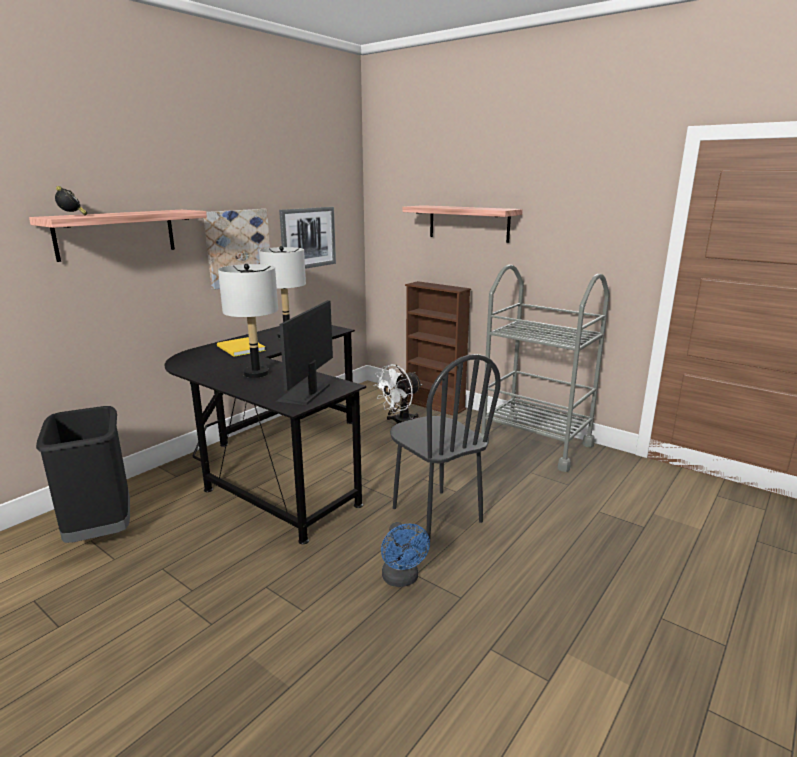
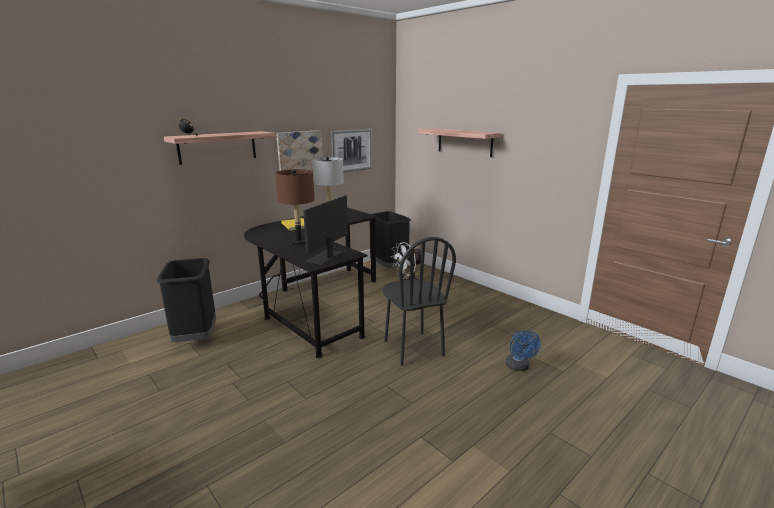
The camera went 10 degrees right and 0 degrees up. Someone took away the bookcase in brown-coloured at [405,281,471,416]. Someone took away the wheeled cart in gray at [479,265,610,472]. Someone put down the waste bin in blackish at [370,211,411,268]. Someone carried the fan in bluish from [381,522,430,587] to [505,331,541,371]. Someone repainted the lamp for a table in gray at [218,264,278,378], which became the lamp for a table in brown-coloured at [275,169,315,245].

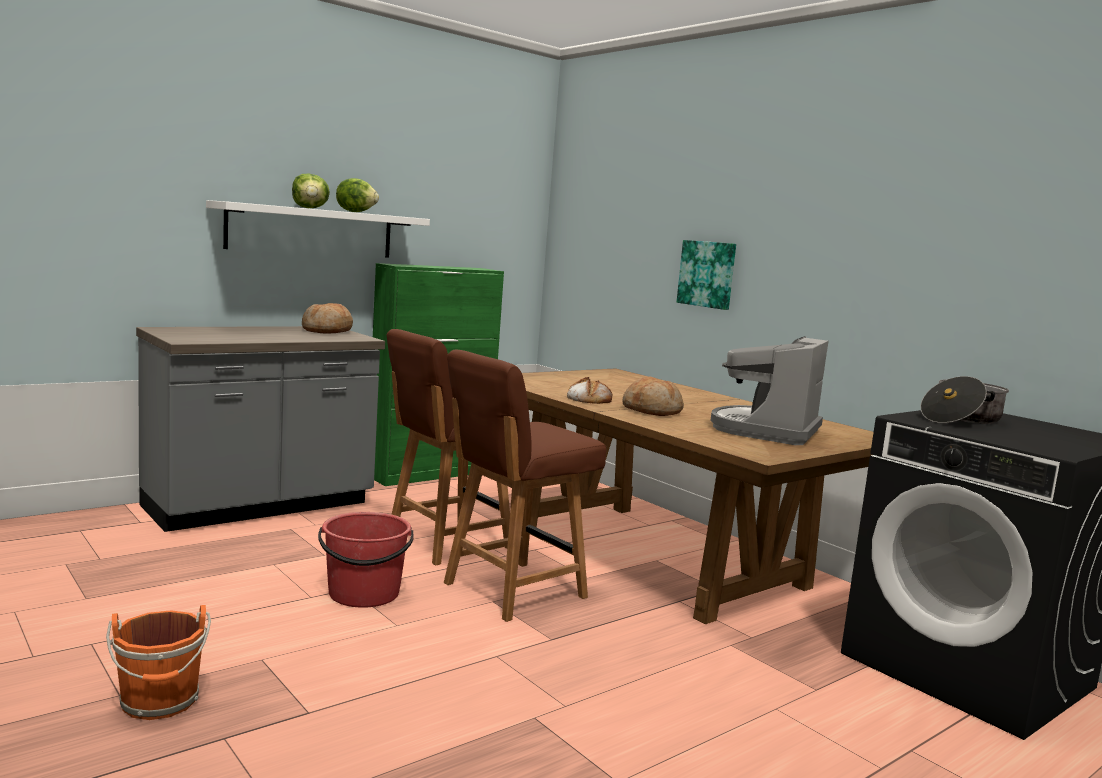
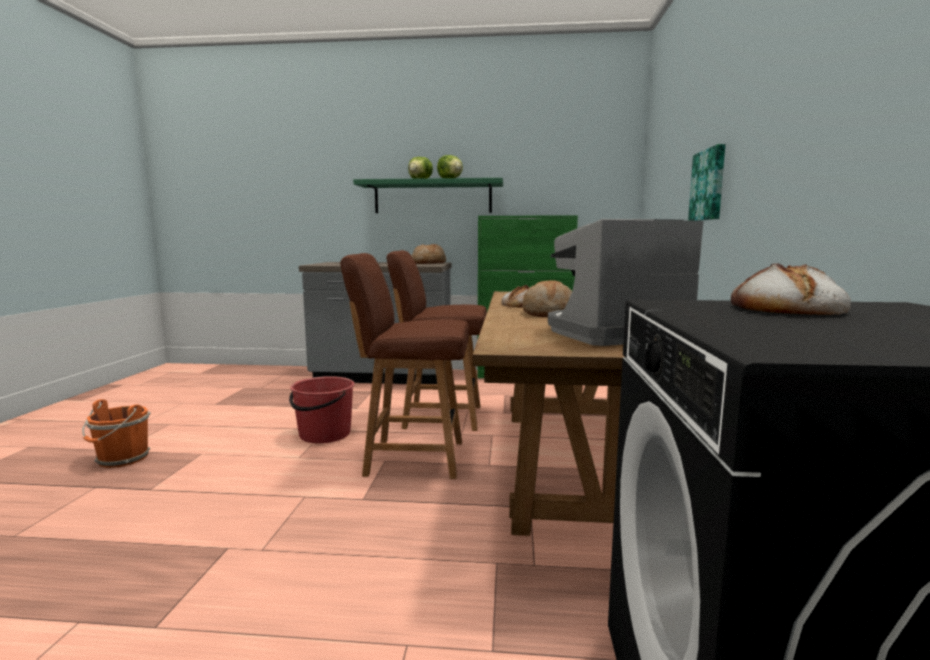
The camera went 45 degrees right and 0 degrees up. Someone swapped the saucepot at [920,376,1009,424] for the baked bread at [731,263,851,315]. Someone repainted the bracket shelf in white at [206,200,430,258], which became the bracket shelf in green at [353,178,503,213].

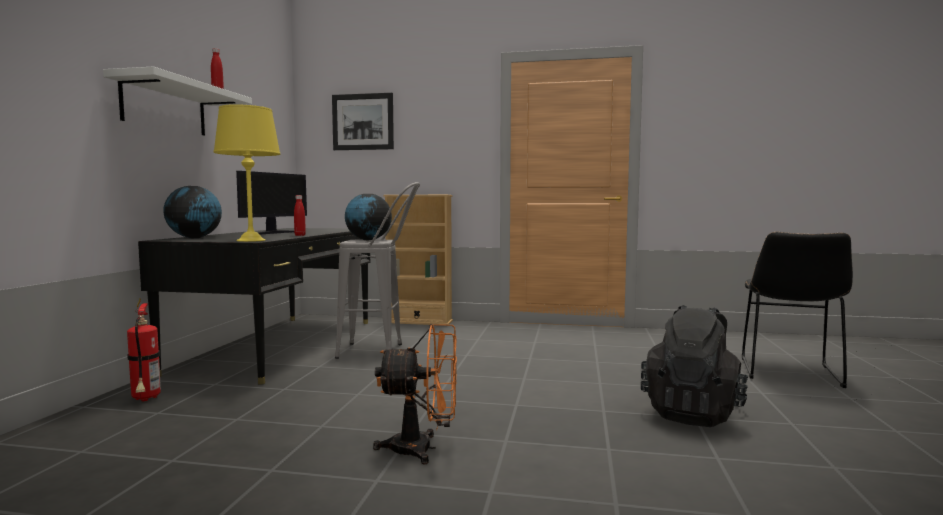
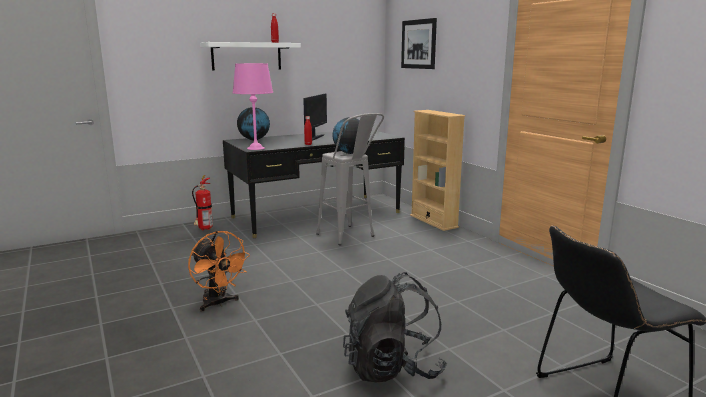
The camera went 50 degrees right and 10 degrees up. Someone repainted the lamp for a table in yellow at [214,104,280,242], which became the lamp for a table in pink at [233,63,273,150]. Someone rotated the computer screen at [236,171,307,235] by 60 degrees counterclockwise.

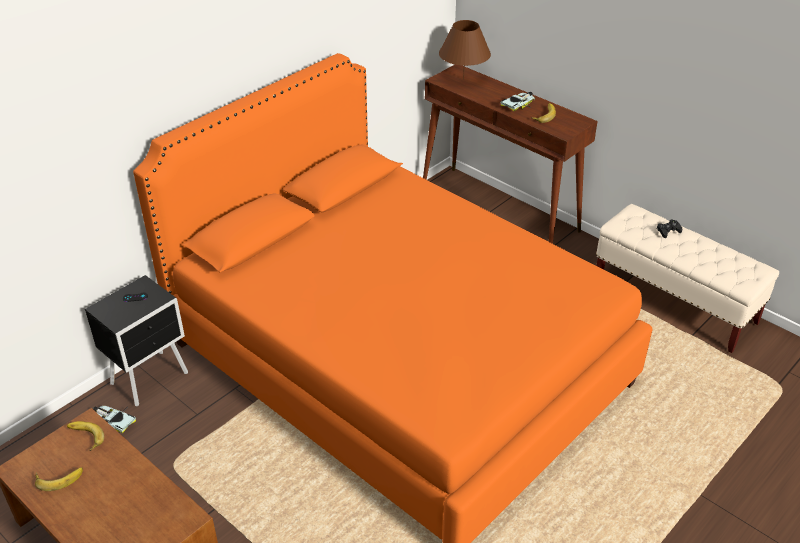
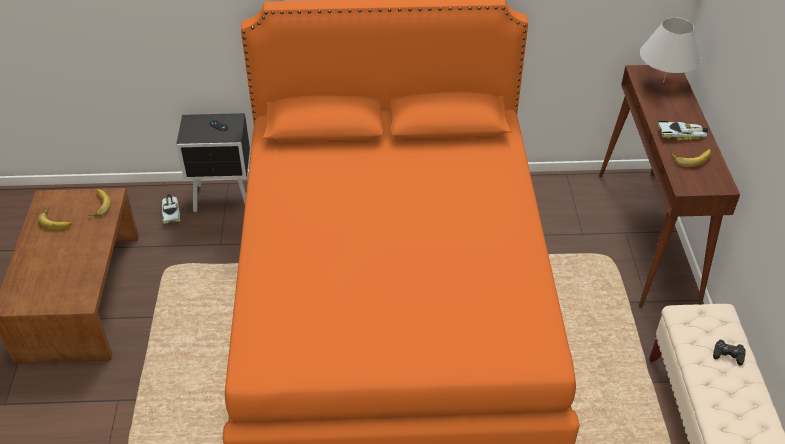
The camera went 45 degrees right and 5 degrees up. Someone repainted the lamp for a table in brown-coloured at [439,20,491,79], which became the lamp for a table in white at [640,17,701,83].

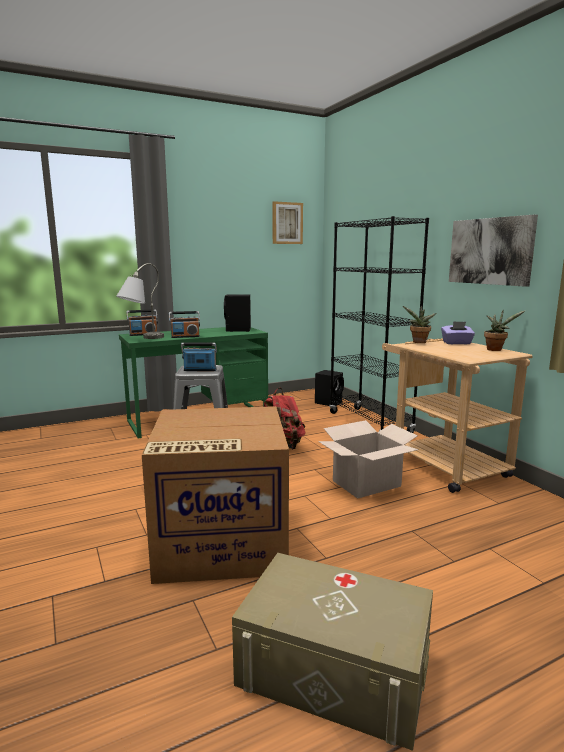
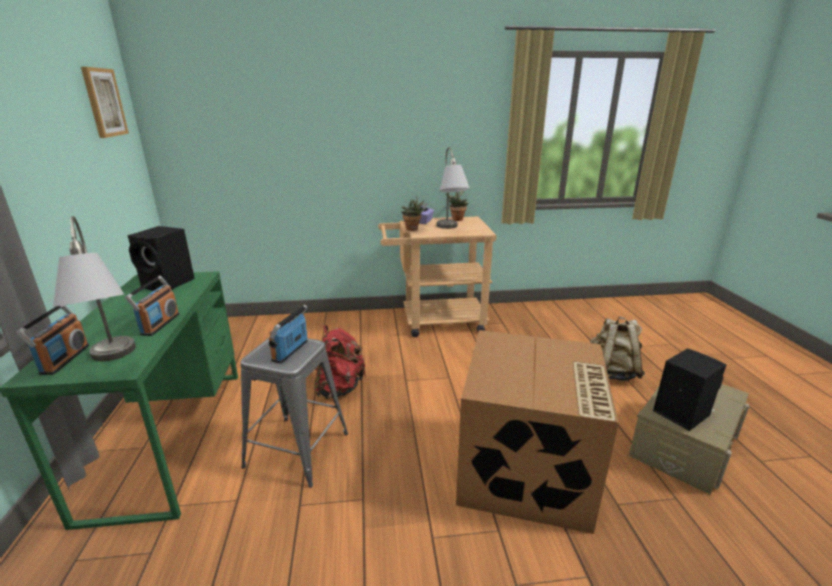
The camera went 70 degrees left and 10 degrees up. Someone took away the cardboard box at [318,420,419,499]. Someone took away the bookcase in blackish at [329,216,429,433]. Someone took away the wall picture at [449,214,538,287]. Someone put down the lamp for a table in gray at [437,147,470,229]. Someone put down the knapsack in sand-coloured at [590,317,645,381]. Someone carried the audio speaker in blackish from [315,370,344,406] to [653,348,726,431].

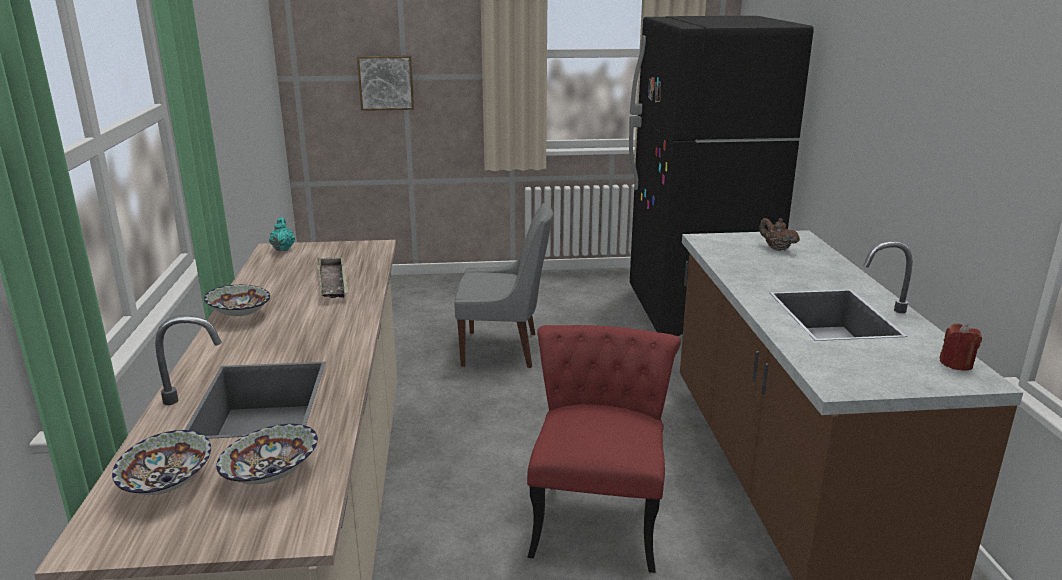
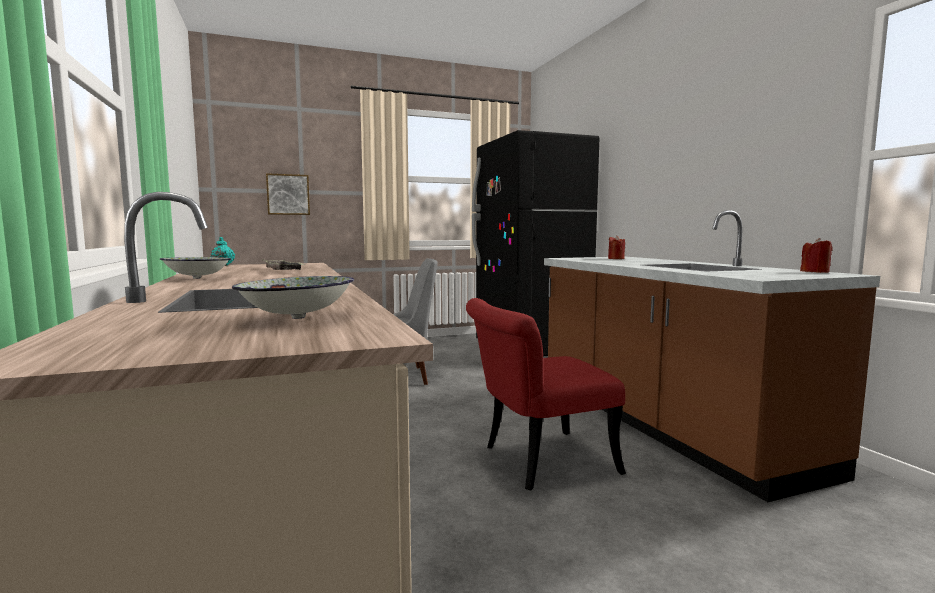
The camera went 15 degrees left and 15 degrees down. Someone took away the bowl at [112,430,211,495]. Someone swapped the teapot in brown-coloured at [759,218,800,251] for the candle in reddish at [608,235,625,259]. Someone rotated the chair in reddish at [527,325,681,573] by 105 degrees counterclockwise.

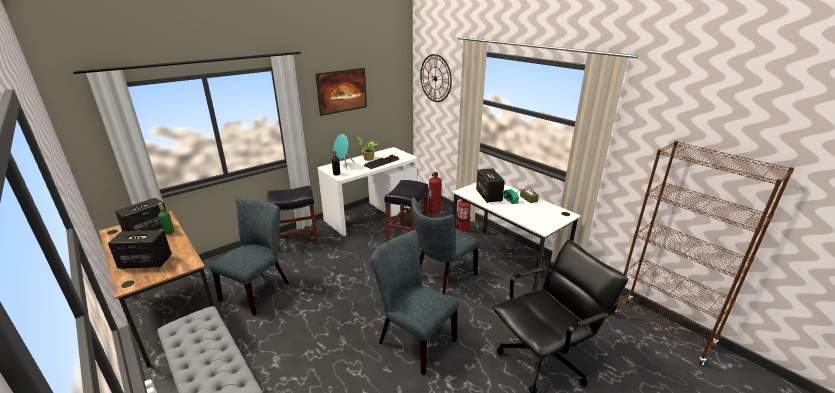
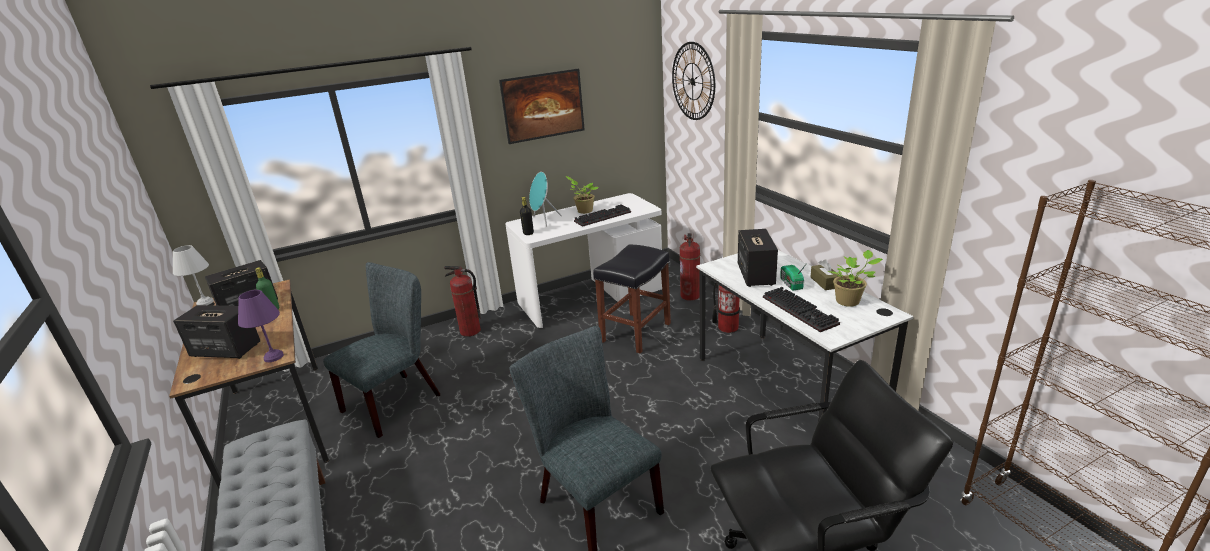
The camera went 15 degrees right and 0 degrees up. Someone took away the chair in gray at [411,197,480,294]. Someone put down the lamp for a table in white at [173,245,214,305]. Someone put down the lamp for a table in purple at [238,290,284,362]. Someone put down the computer keyboard at [763,287,840,332]. Someone put down the houseplant at [828,250,883,307]. Someone swapped the sitting stool in blackish at [267,186,318,252] for the extinguisher at [444,266,481,337].

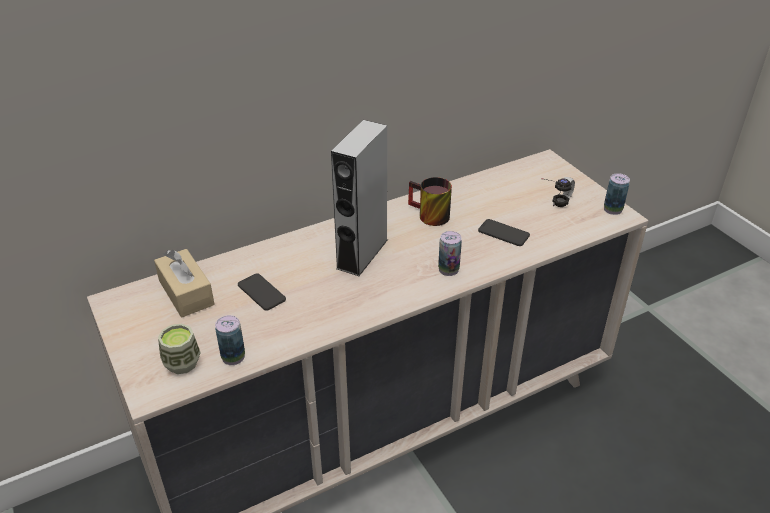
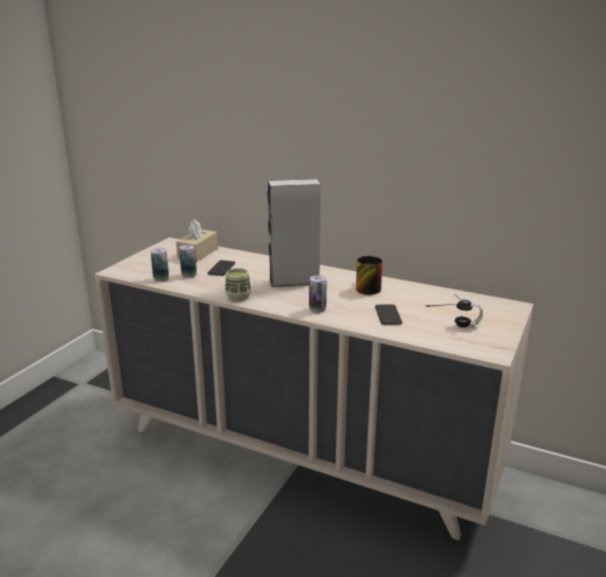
The camera went 55 degrees right and 15 degrees down. Someone carried the cup from [158,324,201,374] to [225,268,251,301]. Someone carried the can from [604,173,630,215] to [179,245,197,278].

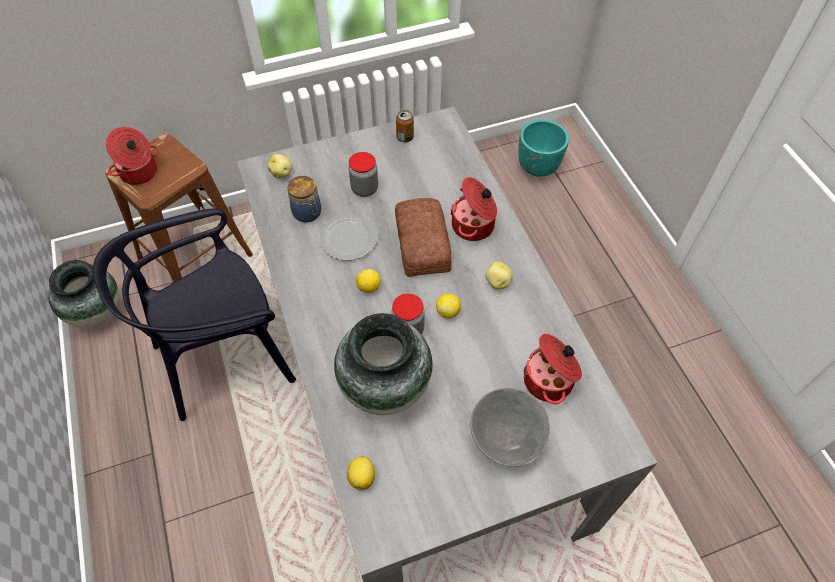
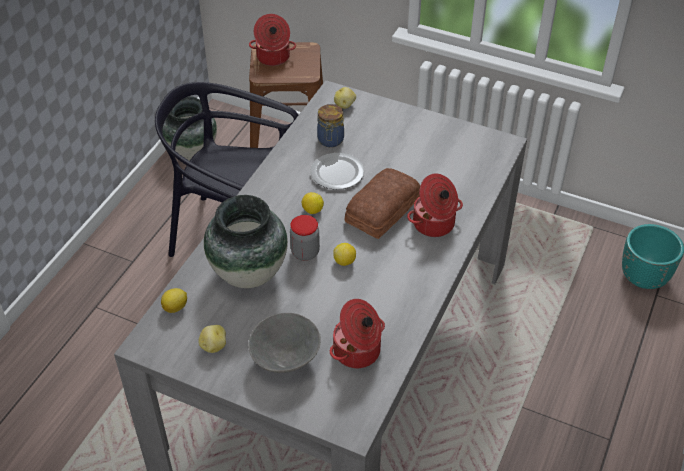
The camera went 45 degrees right and 10 degrees down. Someone took away the jar at [349,152,378,197]. Someone took away the can at [396,110,414,142]. Someone carried the spud from [485,262,513,289] to [198,325,226,353].

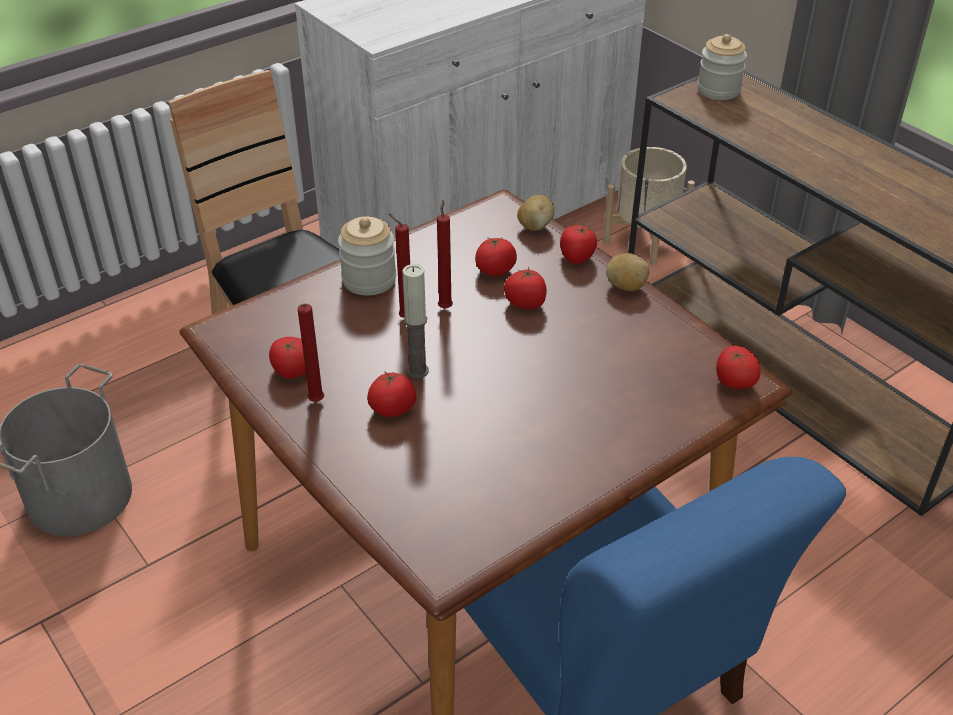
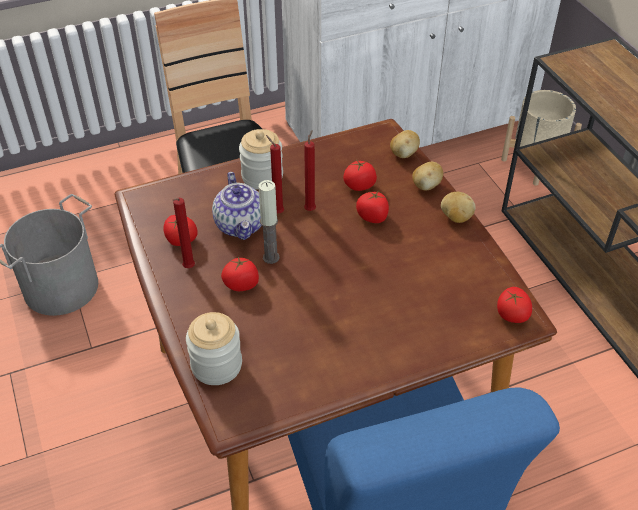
The camera went 15 degrees right and 5 degrees up. Someone put down the teapot at [212,172,262,240]. Someone carried the jar from [697,34,747,100] to [186,312,242,385]. Someone swapped the tomato at [560,225,597,264] for the spud at [412,162,443,191].

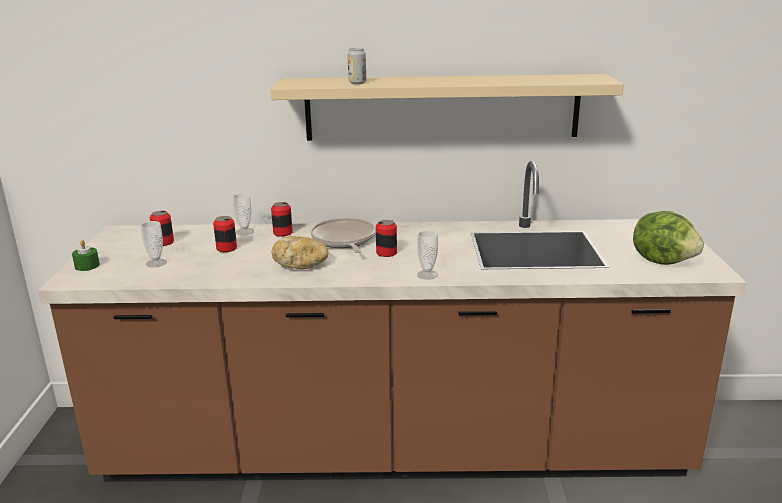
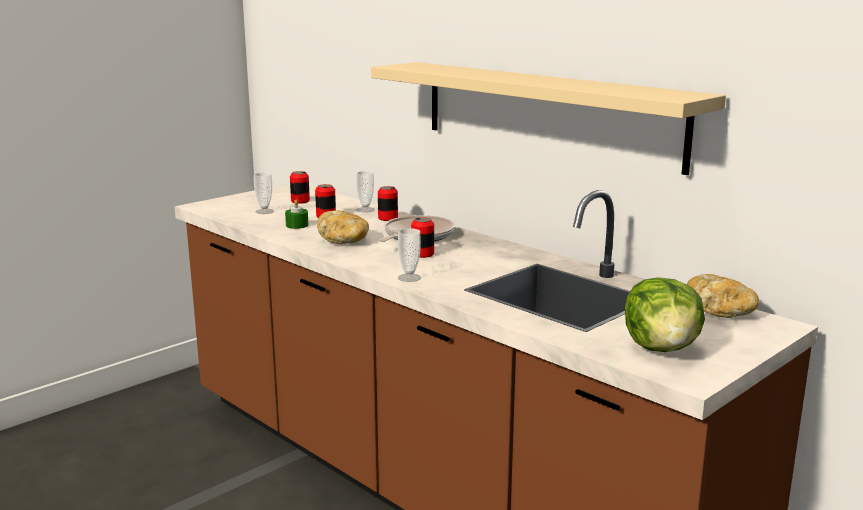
The camera went 45 degrees right and 5 degrees down. Someone took away the can at [347,48,366,84]. Someone put down the baked bread at [686,274,759,318]. Someone carried the candle in green from [72,240,100,271] to [285,200,308,229].

